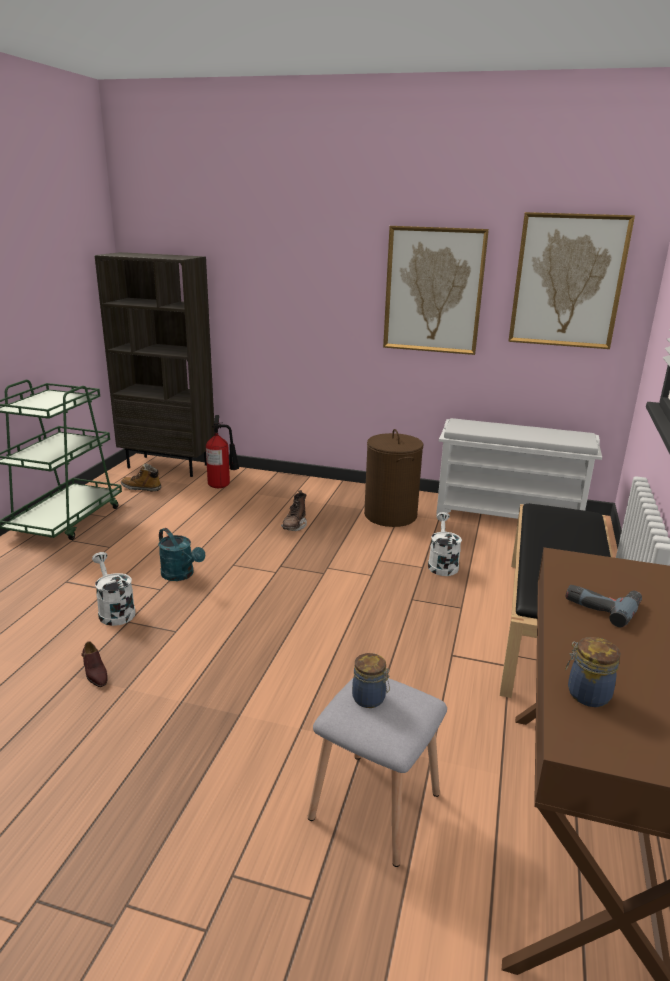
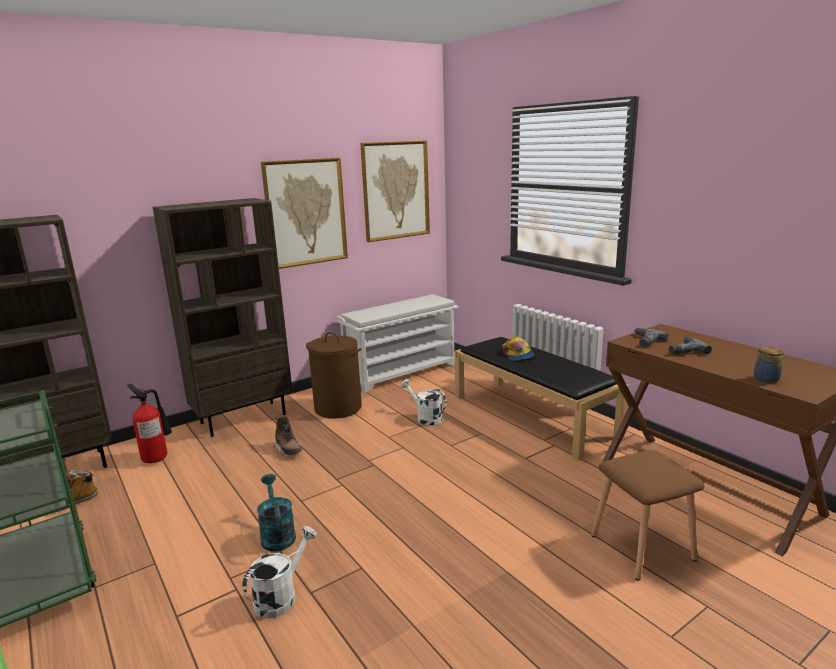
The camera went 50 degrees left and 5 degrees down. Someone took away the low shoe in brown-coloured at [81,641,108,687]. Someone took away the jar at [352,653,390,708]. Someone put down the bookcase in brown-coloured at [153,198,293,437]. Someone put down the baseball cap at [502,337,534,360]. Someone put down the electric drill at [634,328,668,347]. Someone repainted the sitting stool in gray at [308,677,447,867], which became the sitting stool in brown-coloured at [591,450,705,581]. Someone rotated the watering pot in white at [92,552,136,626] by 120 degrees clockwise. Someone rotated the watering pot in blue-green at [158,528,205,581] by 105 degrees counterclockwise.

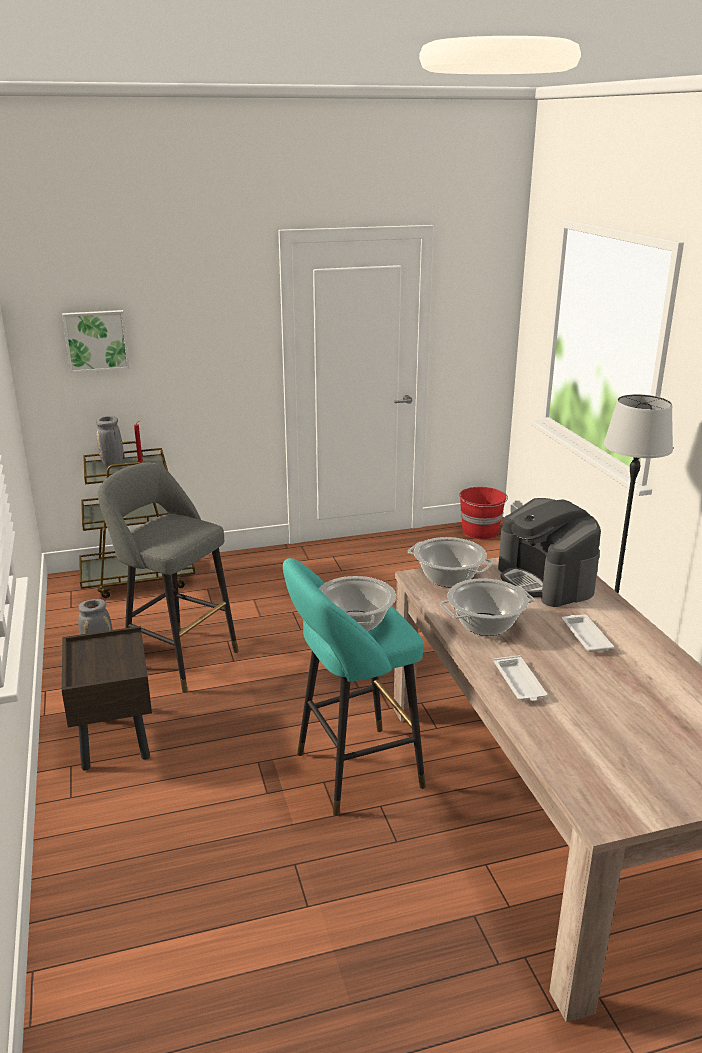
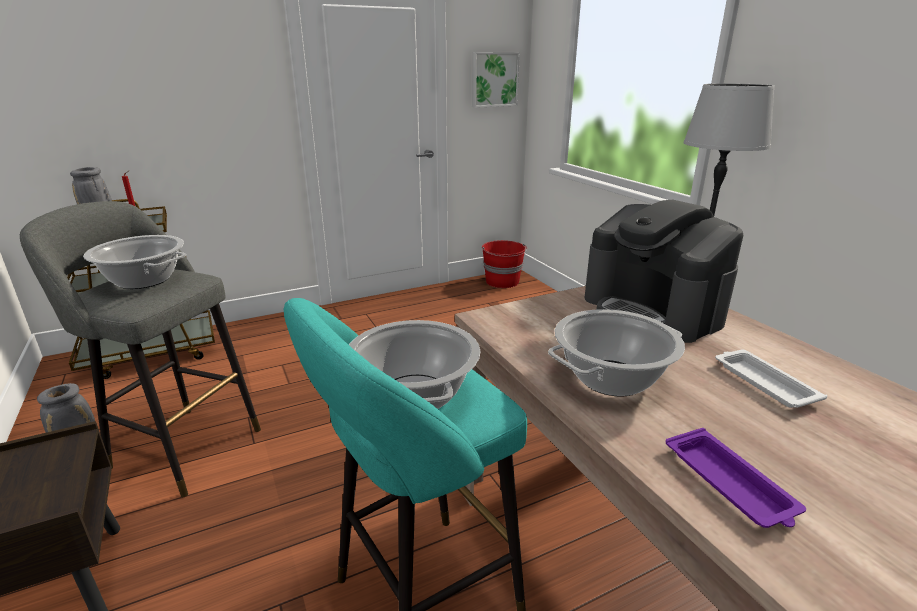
The camera went 10 degrees left and 0 degrees up. Someone carried the wall picture from [62,310,130,373] to [472,52,520,108]. Someone carried the saucepot from [408,537,493,587] to [83,235,186,289]. Someone repainted the tray in white at [493,655,547,701], which became the tray in purple at [666,428,806,528].

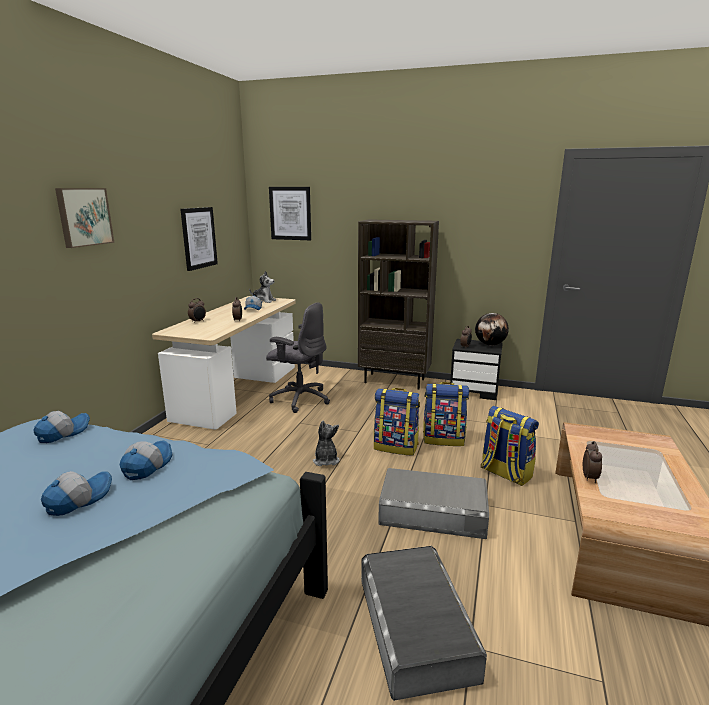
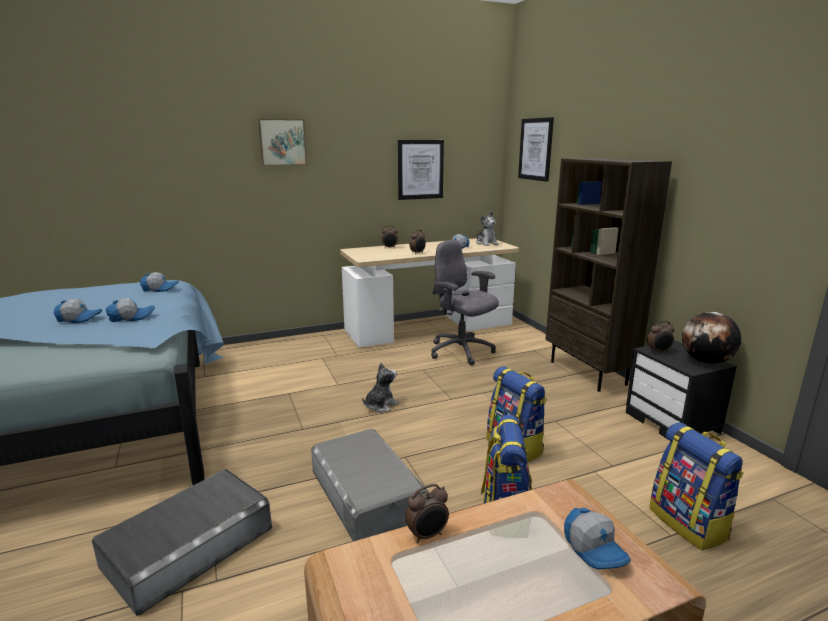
The camera went 50 degrees right and 0 degrees up. Someone put down the baseball cap at [564,508,631,570]. Someone carried the knapsack from [374,388,420,456] to [649,423,744,551]. Someone rotated the computer chair in gray at [266,302,330,413] by 150 degrees clockwise.

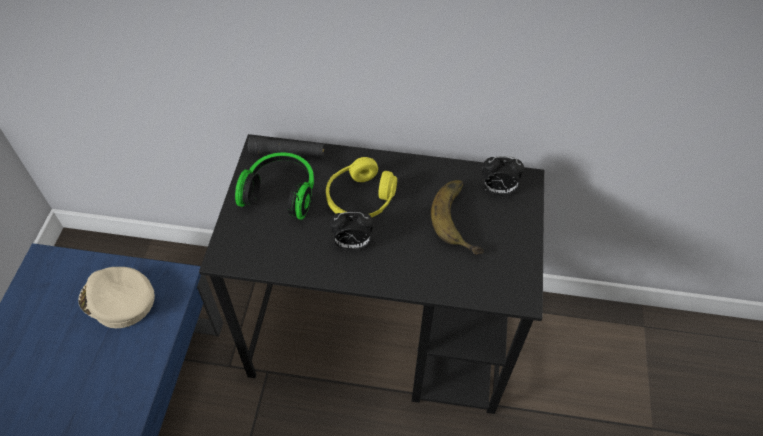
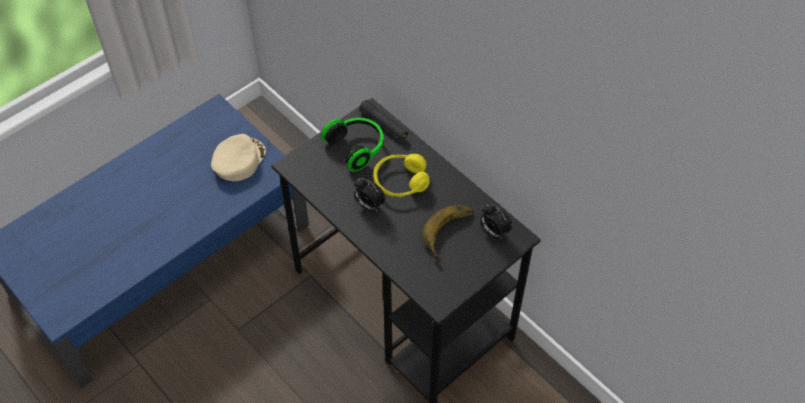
The camera went 40 degrees right and 0 degrees up. Someone rotated the baseball cap in sand-coloured at [78,267,155,328] by 60 degrees clockwise.

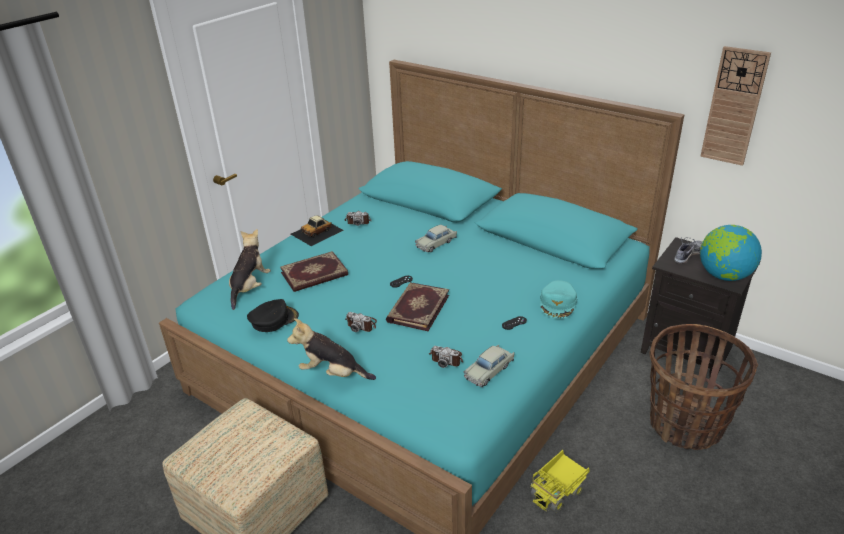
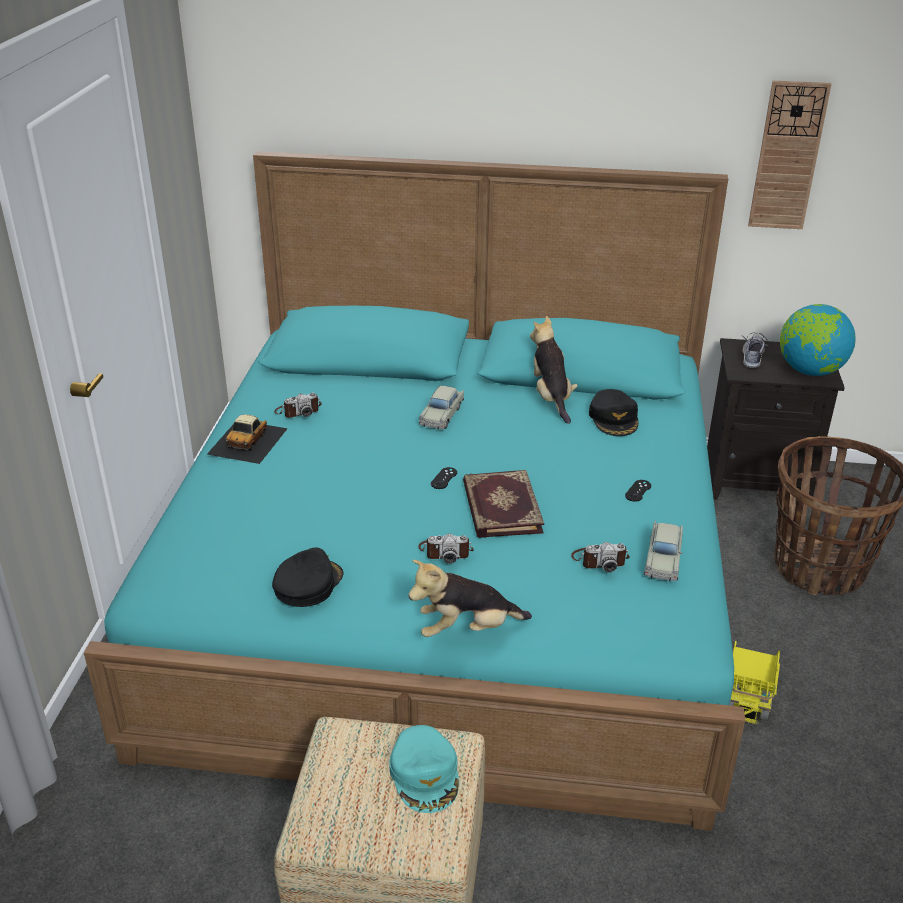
The camera went 30 degrees left and 0 degrees up. Someone took away the volume at [280,251,348,292]. Someone put down the baseball cap in blackish at [589,389,638,436]. Someone carried the soft toy from [229,229,271,310] to [530,316,578,424]. Someone carried the baseball cap in blue-green from [540,280,577,319] to [389,725,459,813].

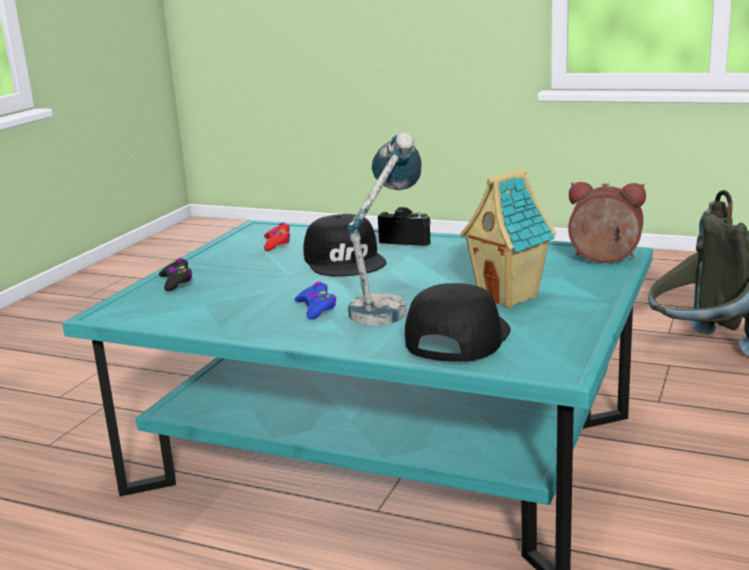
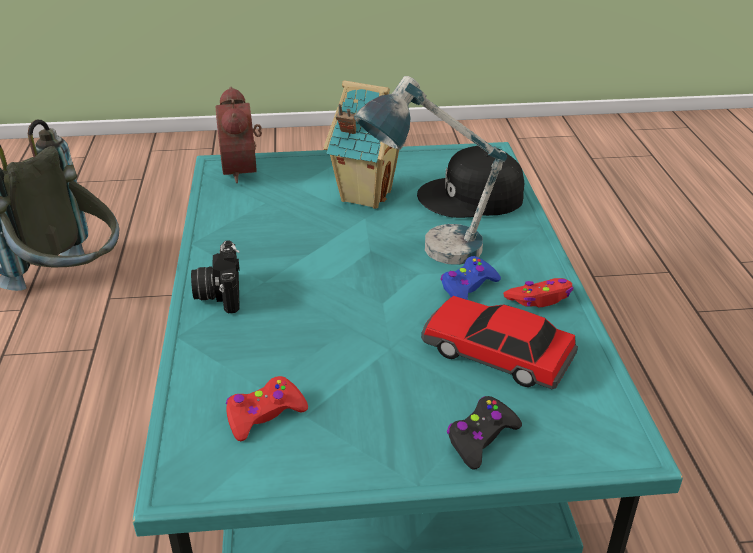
The camera went 120 degrees left and 15 degrees up. Someone took away the baseball cap in blackish at [303,214,387,277]. Someone put down the miniature car at [421,296,578,389]. Someone put down the joypad in reddish at [503,278,574,307].

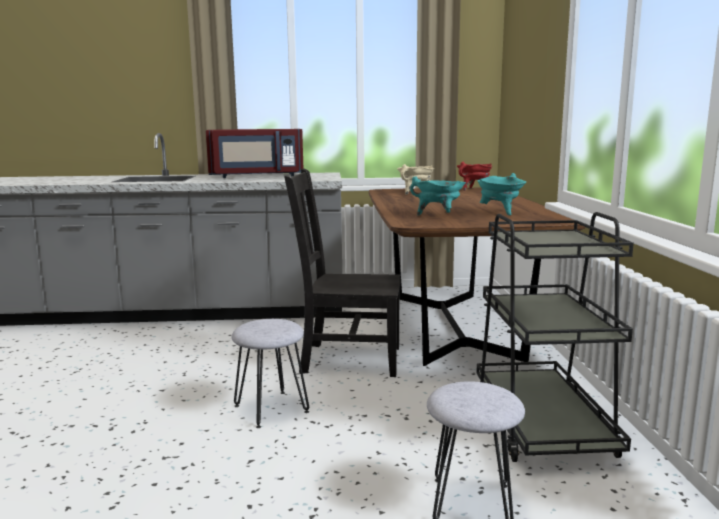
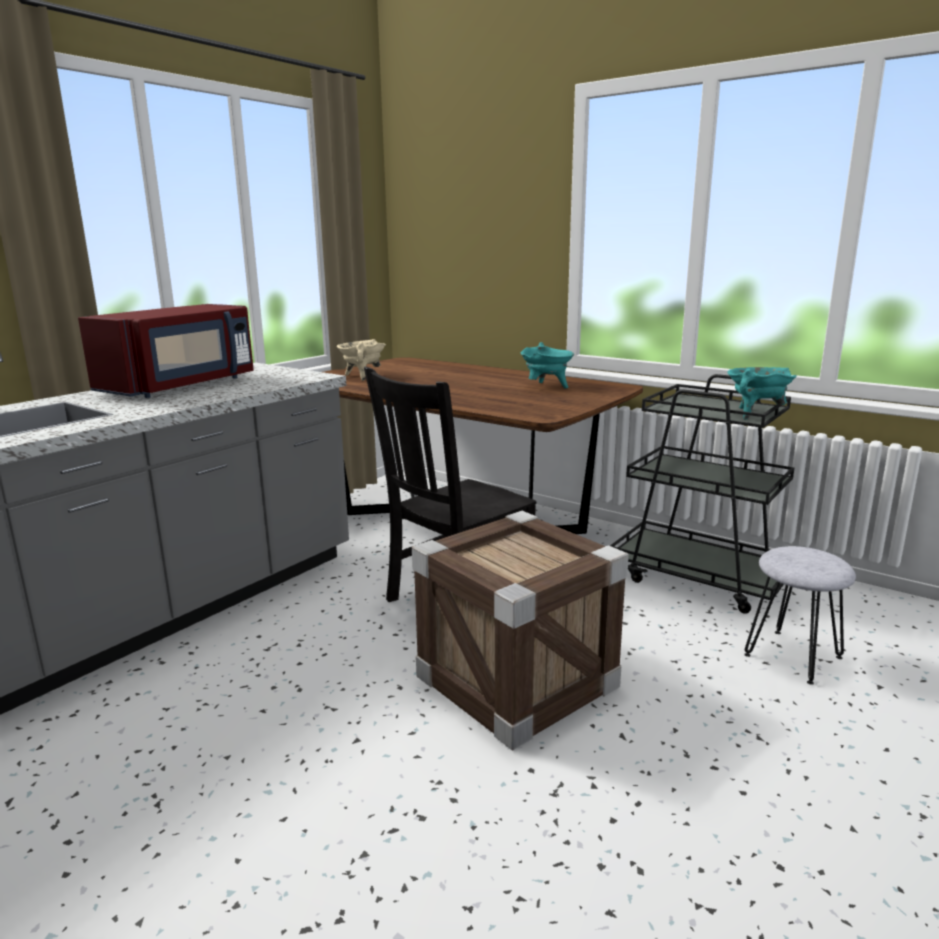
The camera went 50 degrees left and 5 degrees up. Someone took away the saucepot in reddish at [457,162,492,191]. Someone carried the saucepot in blue-green from [410,176,466,216] to [727,367,797,420]. Someone swapped the sitting stool in gray at [231,319,309,428] for the packing crate at [412,511,629,751].

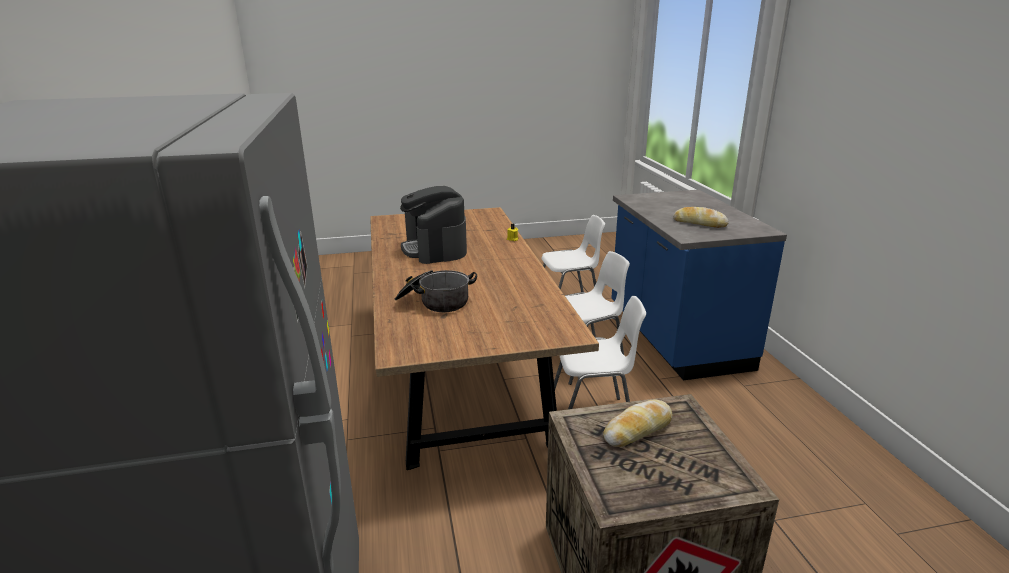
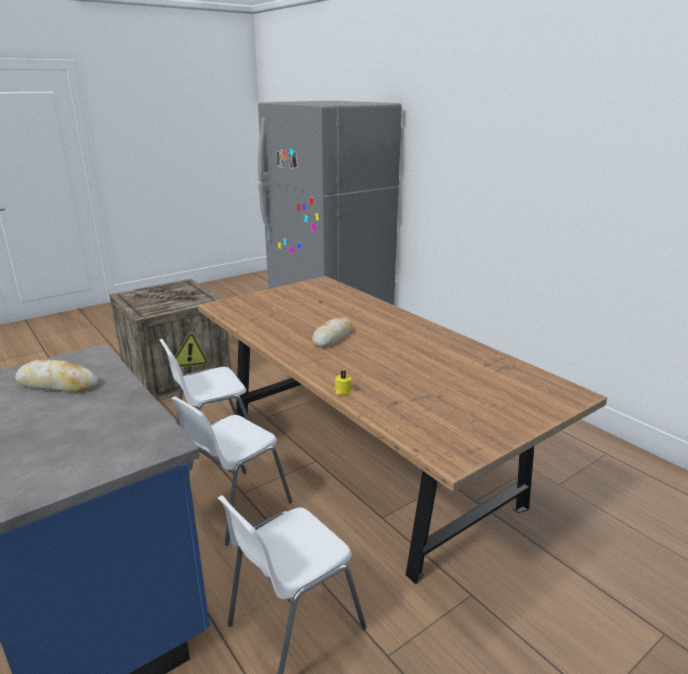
The camera went 155 degrees right and 0 degrees up. Someone took away the saucepot at [395,270,477,312]. Someone took away the coffee machine at [400,186,467,264]. Someone carried the baked bread from [603,399,672,447] to [312,317,353,347].

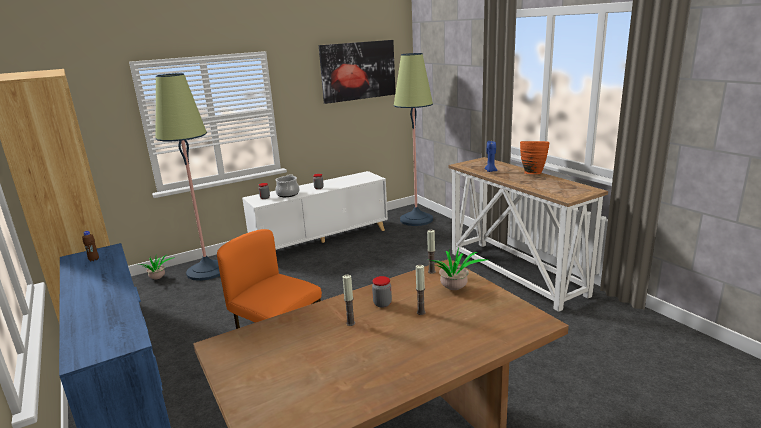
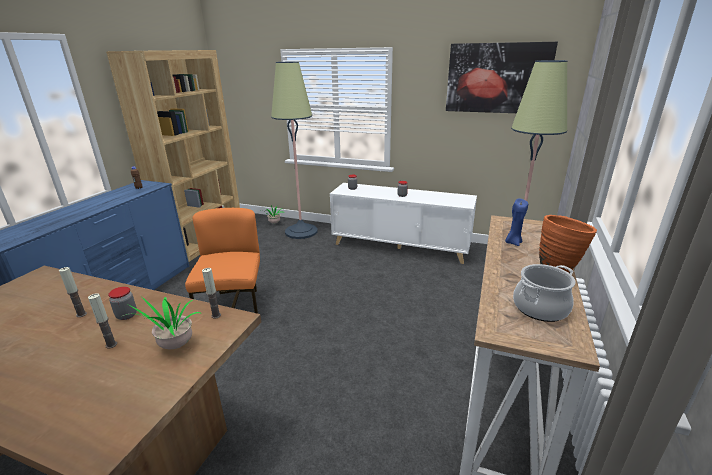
The camera went 50 degrees right and 5 degrees up. Someone carried the saucepot from [275,174,300,197] to [513,264,576,322].

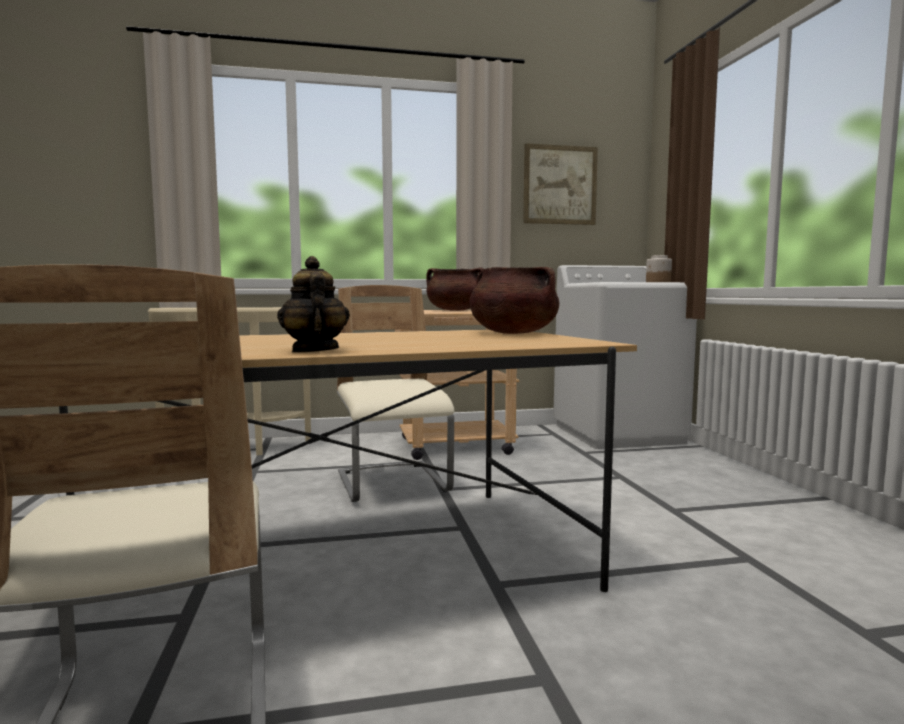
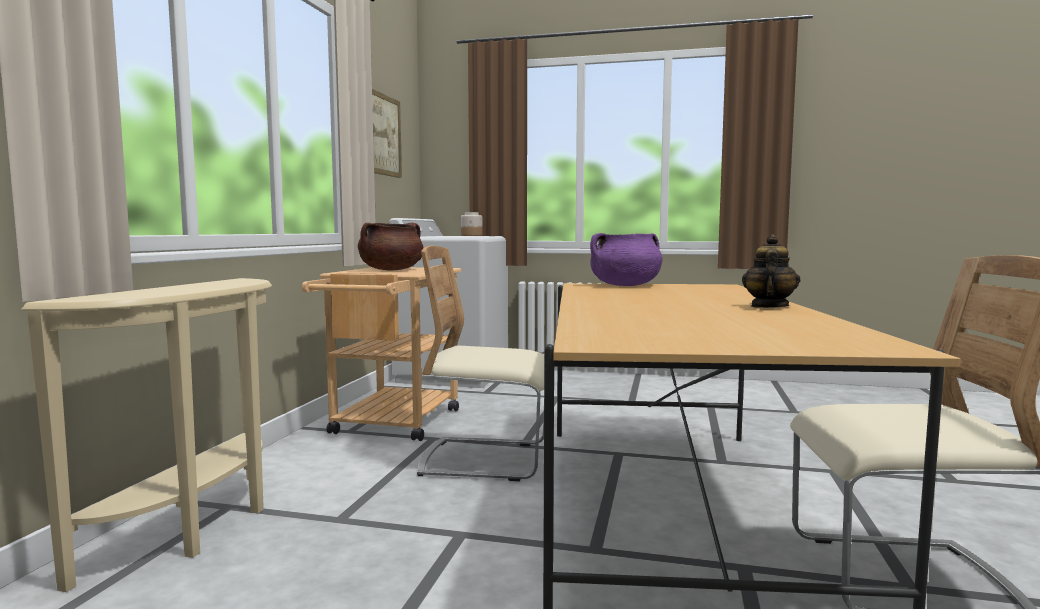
The camera went 65 degrees left and 0 degrees up. Someone repainted the saucepot in brown-coloured at [469,267,559,334], which became the saucepot in purple at [590,233,662,286]. Someone rotated the teapot at [277,256,350,352] by 105 degrees clockwise.

